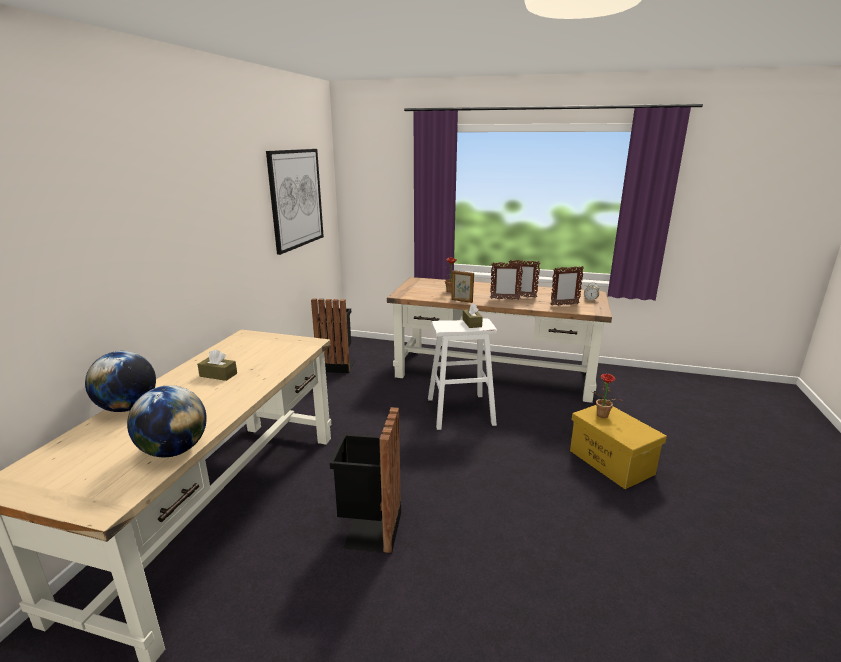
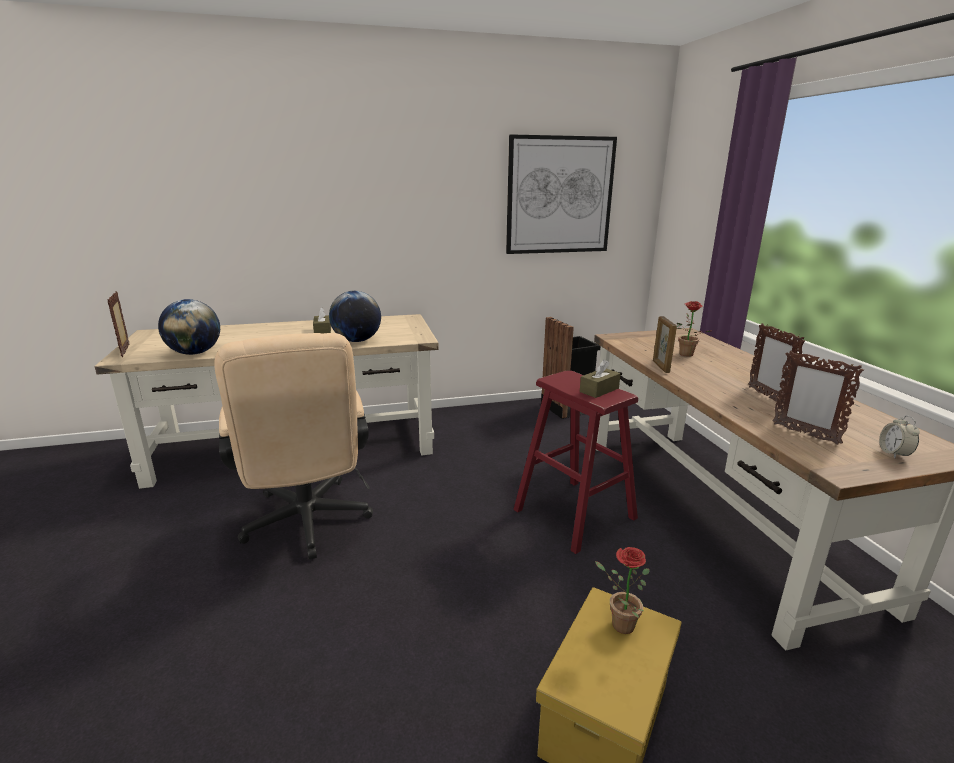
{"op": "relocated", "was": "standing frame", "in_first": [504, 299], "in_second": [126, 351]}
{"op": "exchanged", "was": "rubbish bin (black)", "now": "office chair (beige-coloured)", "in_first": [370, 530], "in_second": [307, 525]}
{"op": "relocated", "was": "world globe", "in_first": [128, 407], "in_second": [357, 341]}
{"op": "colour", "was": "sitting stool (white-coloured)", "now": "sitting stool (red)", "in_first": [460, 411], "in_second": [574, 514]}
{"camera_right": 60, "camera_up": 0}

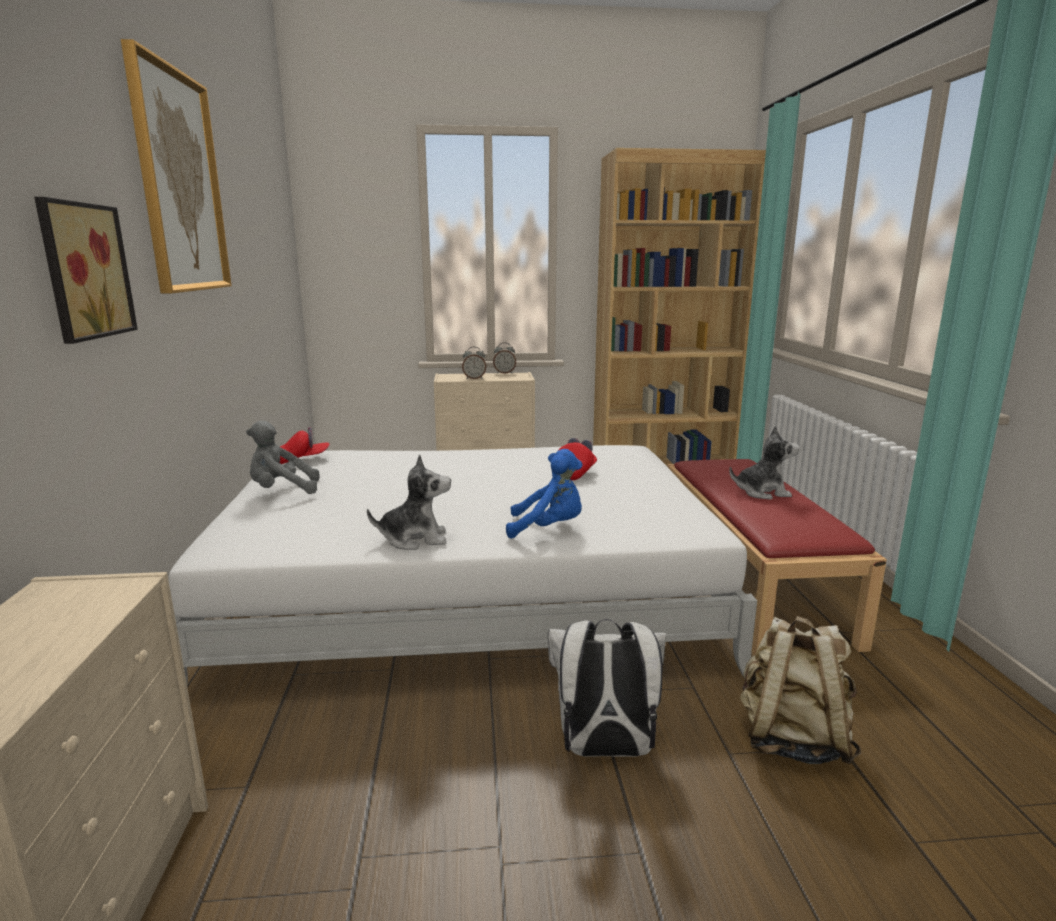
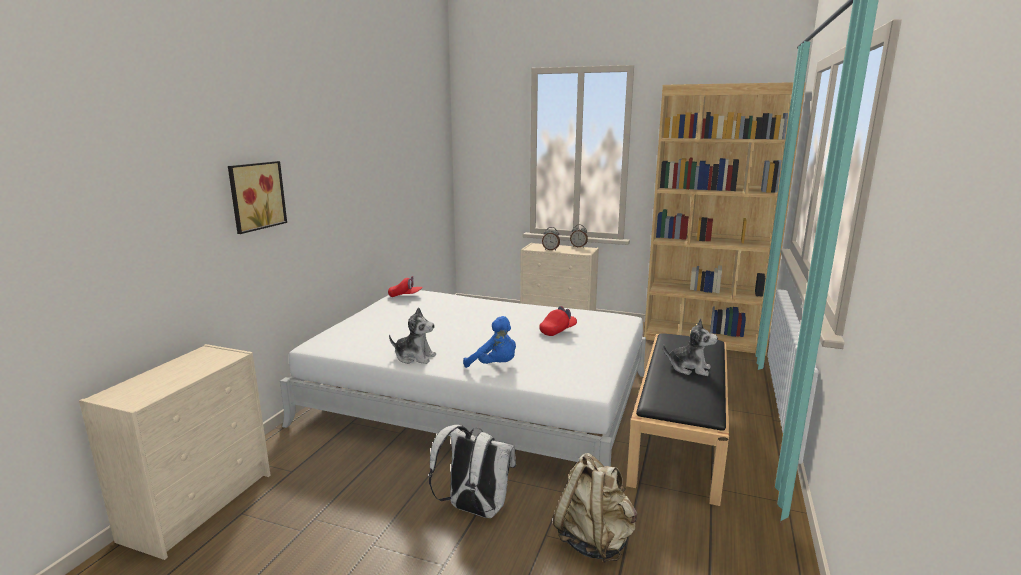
{"op": "colour", "was": "indoor bench (red)", "now": "indoor bench (black)", "in_first": [746, 579], "in_second": [678, 433]}
{"op": "missing", "was": "wall art", "in_first": [179, 183]}
{"op": "missing", "was": "cuddly toy (grey)", "in_first": [282, 491]}
{"camera_right": 25, "camera_up": 0}

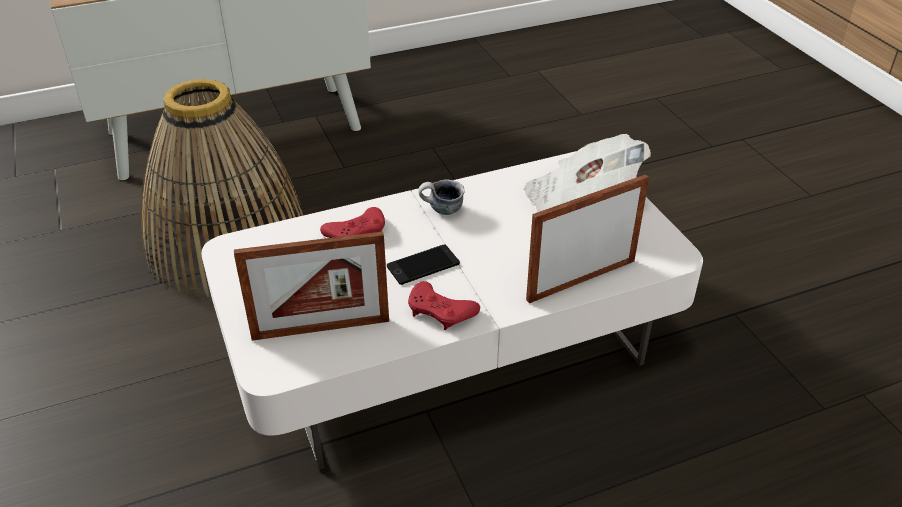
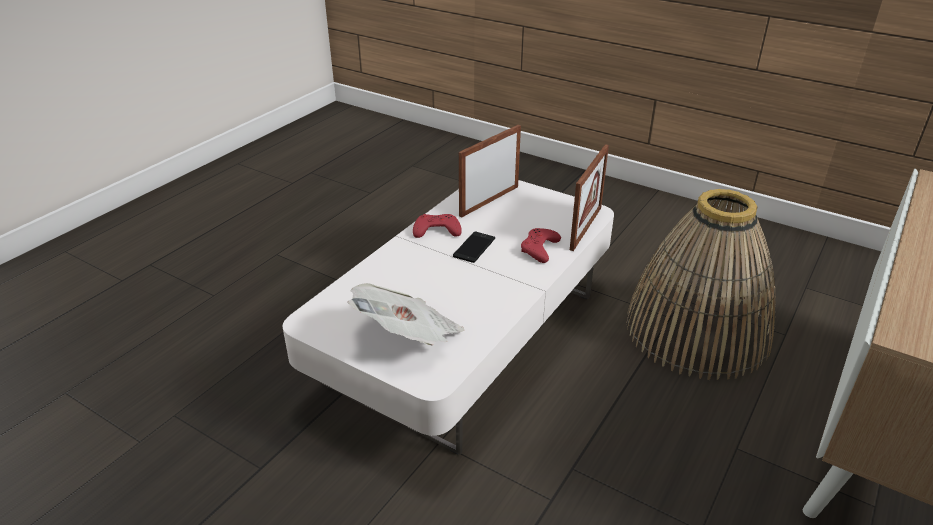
{"op": "relocated", "was": "standing frame", "in_first": [581, 280], "in_second": [586, 228]}
{"op": "missing", "was": "tea mug", "in_first": [441, 211]}
{"camera_right": 145, "camera_up": -5}

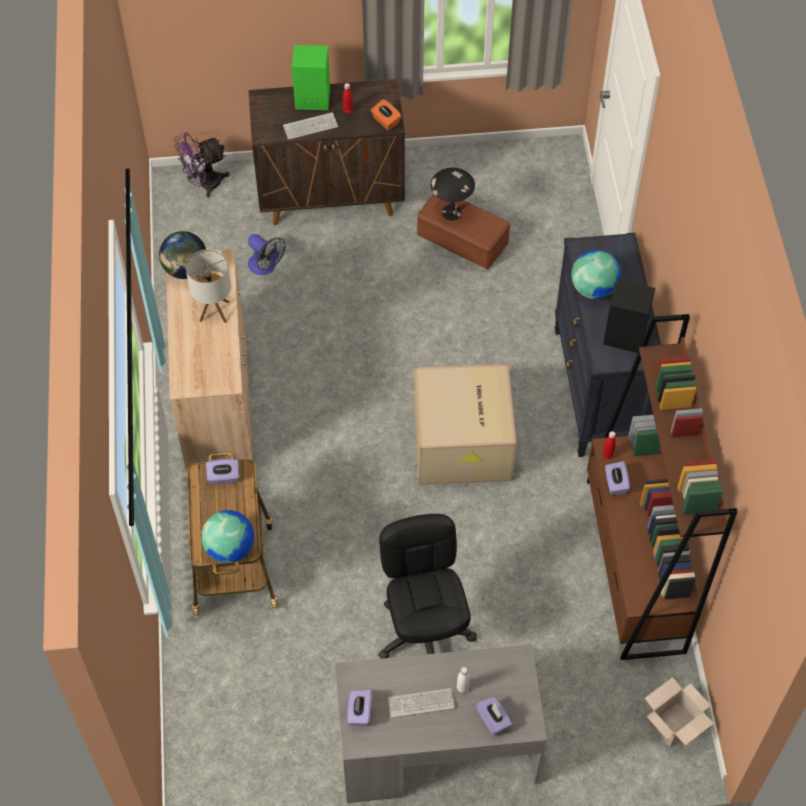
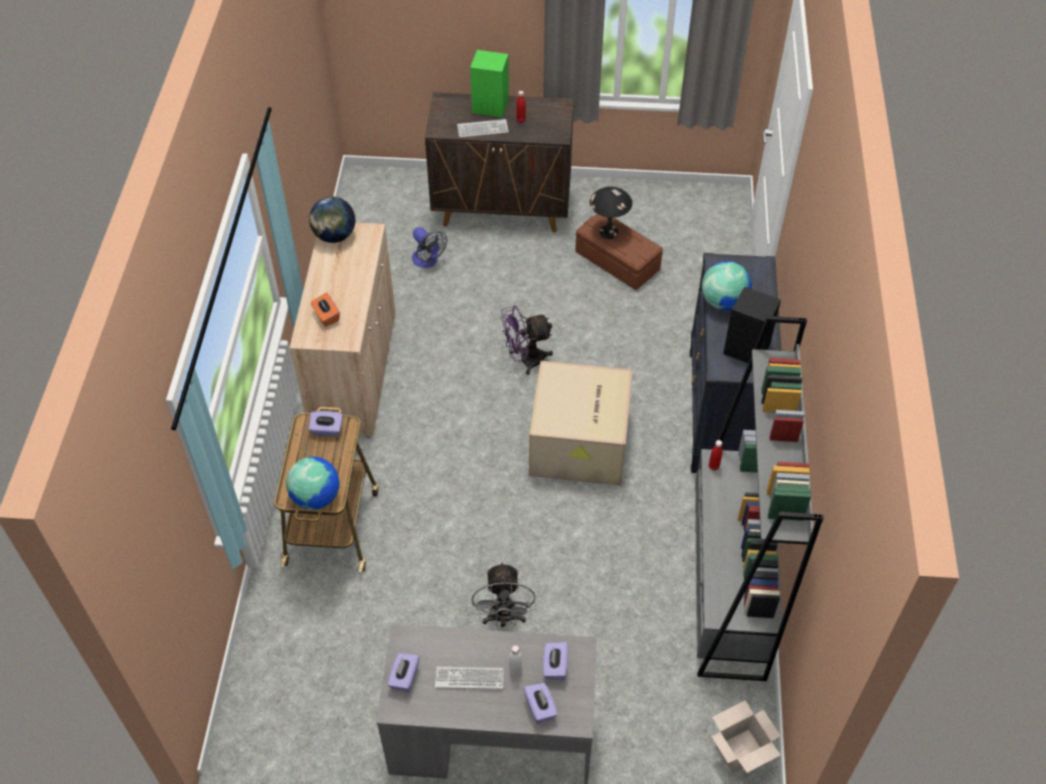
{"op": "relocated", "was": "box of tissues (orangey)", "in_first": [385, 121], "in_second": [326, 316]}
{"op": "exchanged", "was": "office chair (black)", "now": "cooling fan (grey)", "in_first": [424, 633], "in_second": [504, 618]}
{"op": "relocated", "was": "cooling fan (purple-coloured)", "in_first": [204, 184], "in_second": [525, 360]}
{"op": "relocated", "was": "box of tissues (purple-coloured)", "in_first": [615, 484], "in_second": [555, 666]}
{"op": "colour", "was": "bookcase (brown)", "now": "bookcase (grey)", "in_first": [634, 565], "in_second": [728, 584]}
{"op": "missing", "was": "table lamp", "in_first": [214, 311]}
{"camera_right": 10, "camera_up": -5}

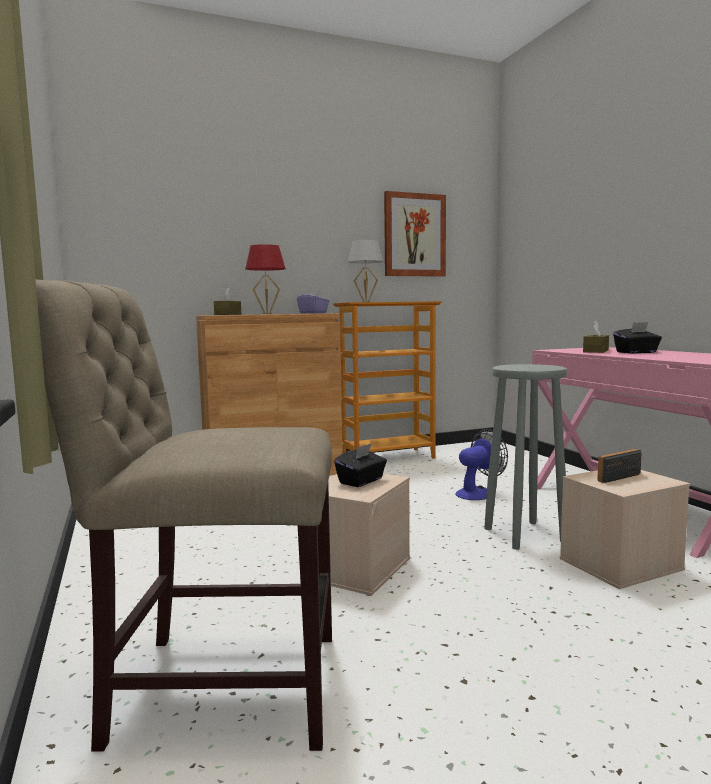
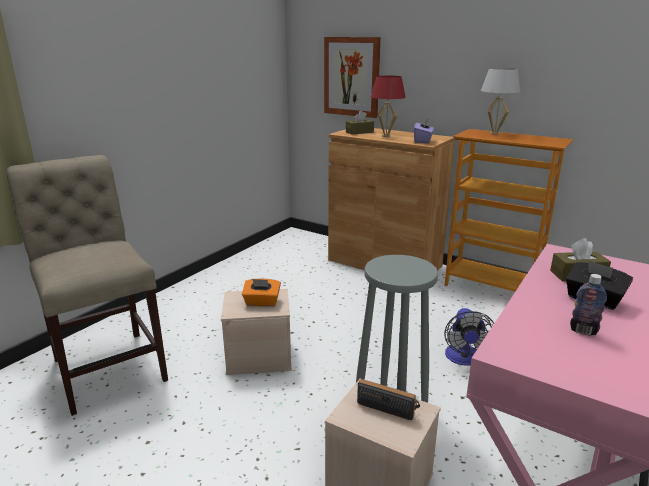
{"op": "colour", "was": "box of tissues (black)", "now": "box of tissues (orangey)", "in_first": [361, 481], "in_second": [262, 302]}
{"op": "relocated", "was": "wall art", "in_first": [414, 235], "in_second": [351, 77]}
{"op": "spun", "was": "cooling fan", "in_first": [478, 493], "in_second": [463, 359], "clockwise": 75}
{"op": "appeared", "now": "drink bottle", "in_second": [583, 331]}
{"camera_right": 55, "camera_up": 15}

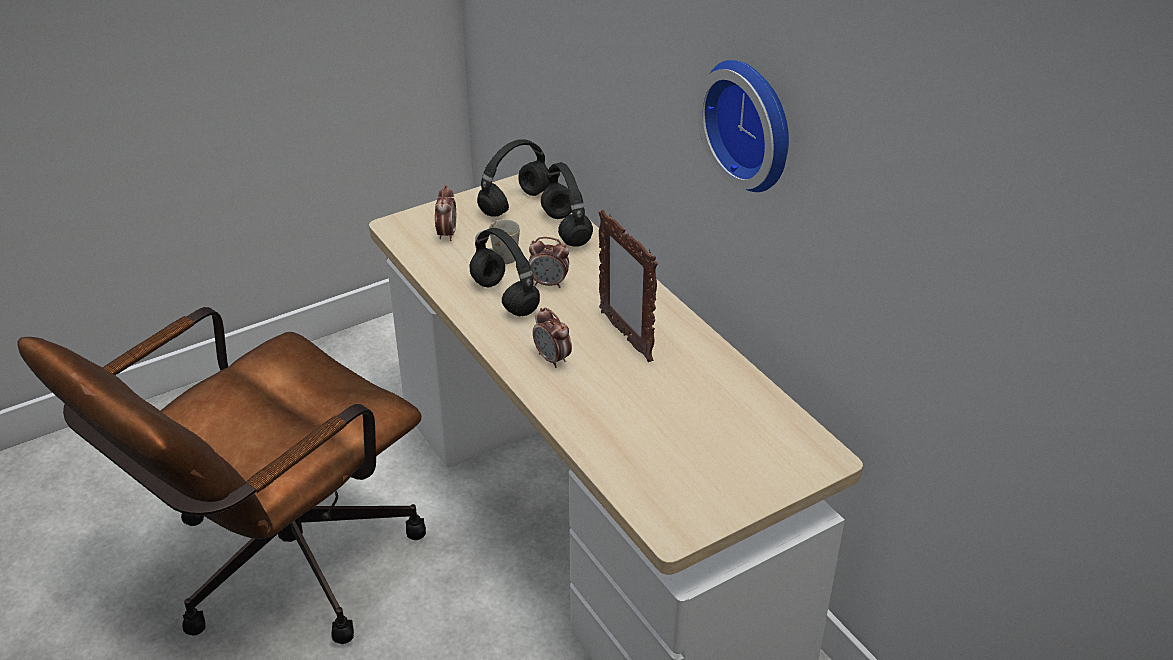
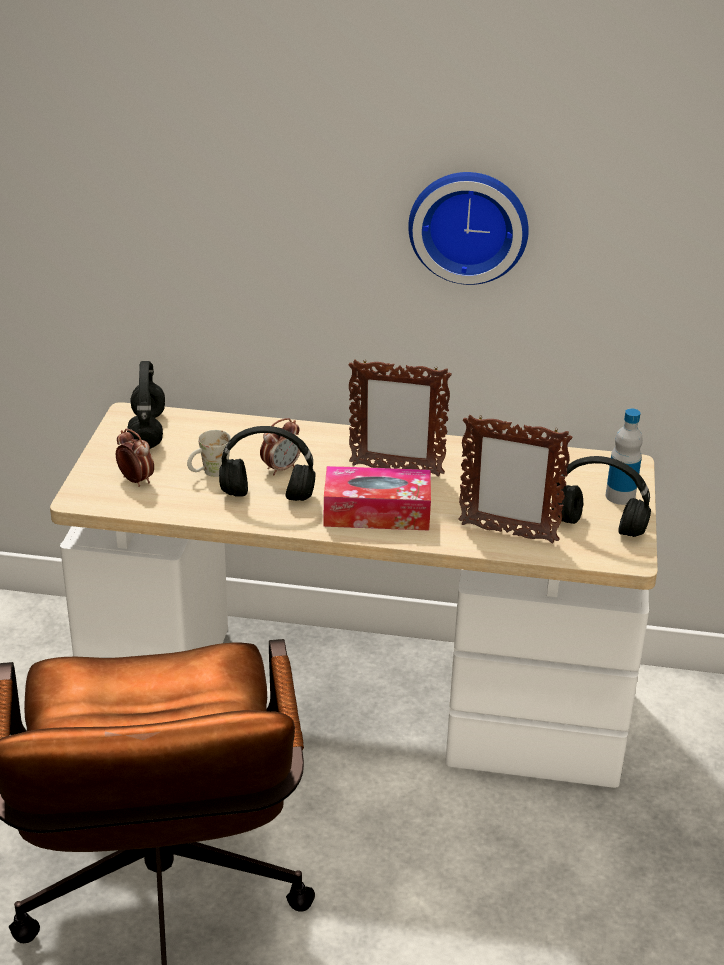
{"op": "exchanged", "was": "bedside clock", "now": "box of tissues", "in_first": [552, 359], "in_second": [377, 512]}
{"op": "appeared", "now": "standing frame", "in_second": [507, 533]}
{"op": "relocated", "was": "headphones (black)", "in_first": [567, 230], "in_second": [600, 526]}
{"op": "appeared", "now": "drink bottle", "in_second": [620, 496]}
{"camera_right": -50, "camera_up": -5}

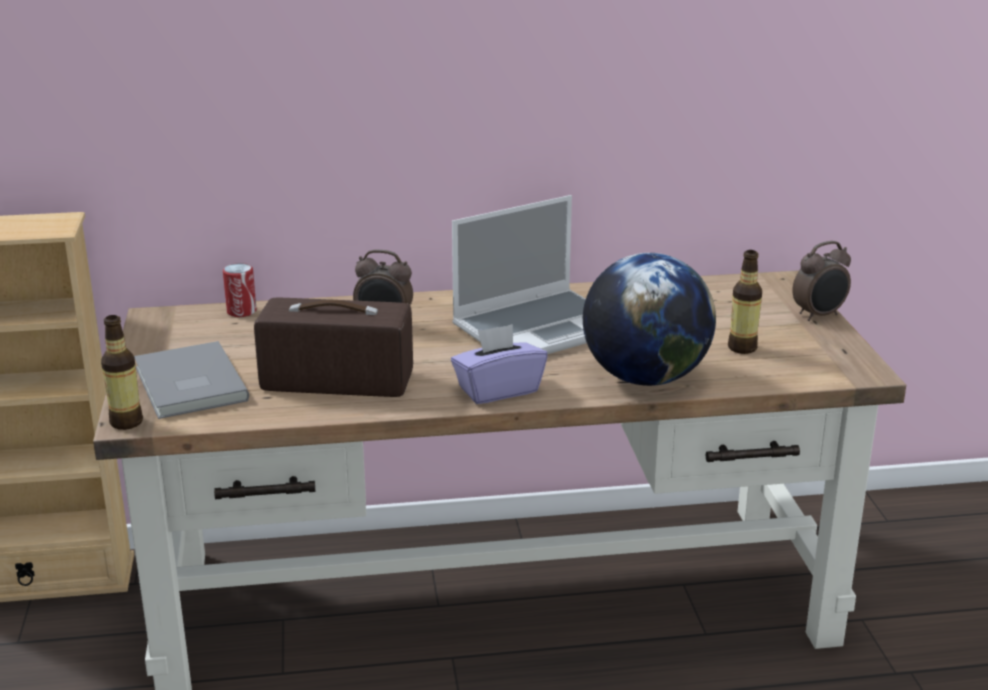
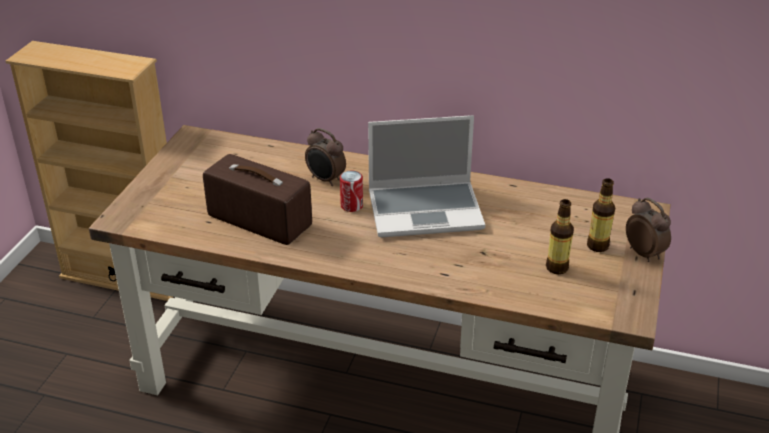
{"op": "relocated", "was": "metal can", "in_first": [241, 311], "in_second": [351, 206]}
{"op": "relocated", "was": "drink bottle", "in_first": [126, 422], "in_second": [597, 246]}
{"op": "spun", "was": "bedside clock", "in_first": [819, 316], "in_second": [644, 253], "clockwise": -120}
{"op": "missing", "was": "book (grey)", "in_first": [187, 385]}
{"op": "missing", "was": "box of tissues (purple-coloured)", "in_first": [498, 390]}
{"op": "missing", "was": "world globe", "in_first": [645, 378]}
{"camera_right": 25, "camera_up": 10}

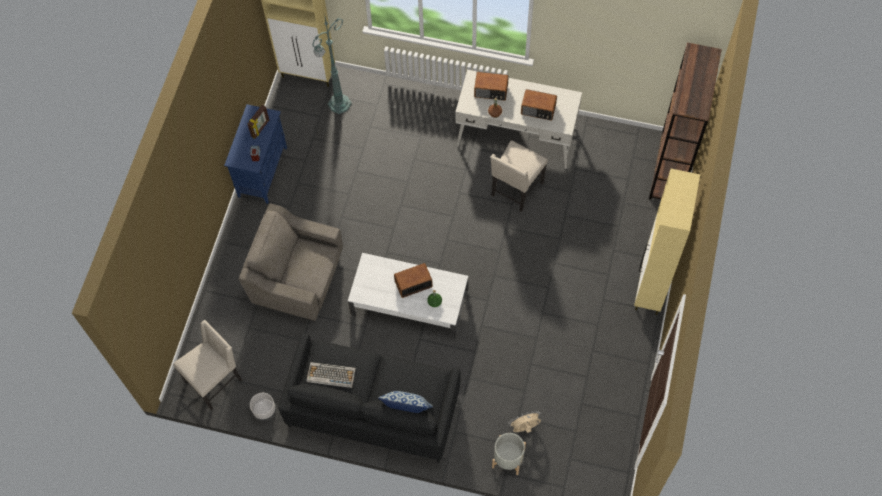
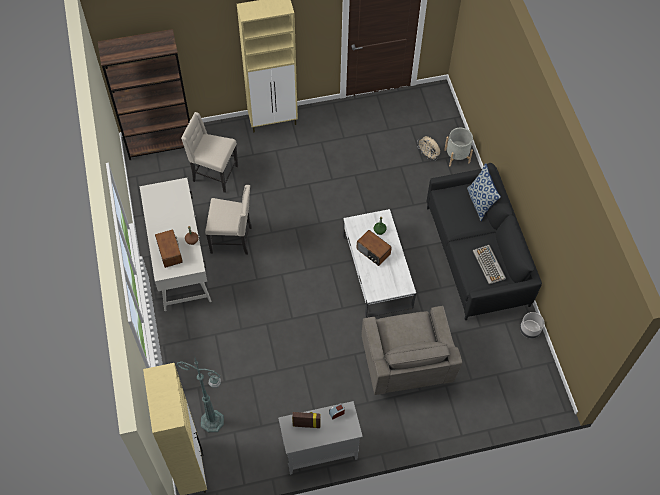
{"op": "relocated", "was": "chair (beige-coloured)", "in_first": [215, 380], "in_second": [214, 174]}
{"op": "colour", "was": "cupboard (blue-coloured)", "now": "cupboard (grey)", "in_first": [263, 171], "in_second": [319, 451]}
{"op": "missing", "was": "radio", "in_first": [538, 110]}
{"camera_right": -120, "camera_up": -5}

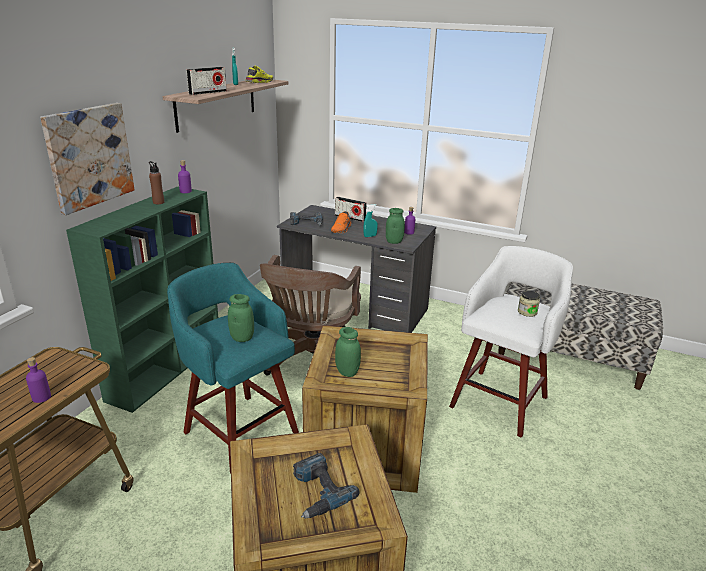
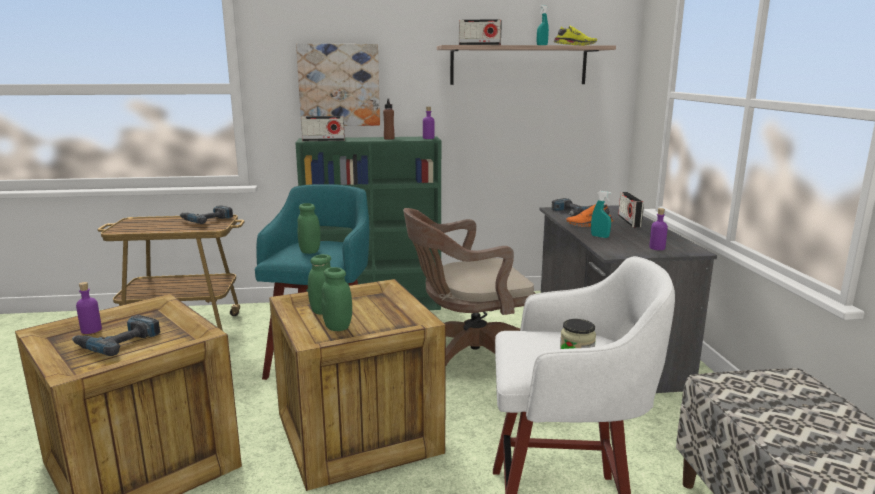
{"op": "relocated", "was": "drink bottle (purple-coloured)", "in_first": [41, 397], "in_second": [91, 330]}
{"op": "appeared", "now": "drill", "in_second": [207, 219]}
{"op": "appeared", "now": "radio", "in_second": [323, 140]}
{"op": "relocated", "was": "preserve jar (green)", "in_first": [394, 242], "in_second": [337, 327]}
{"camera_right": 60, "camera_up": -10}

